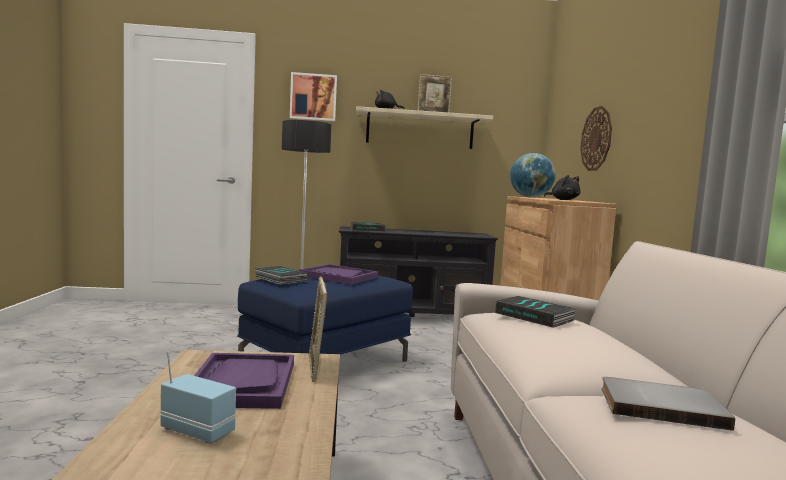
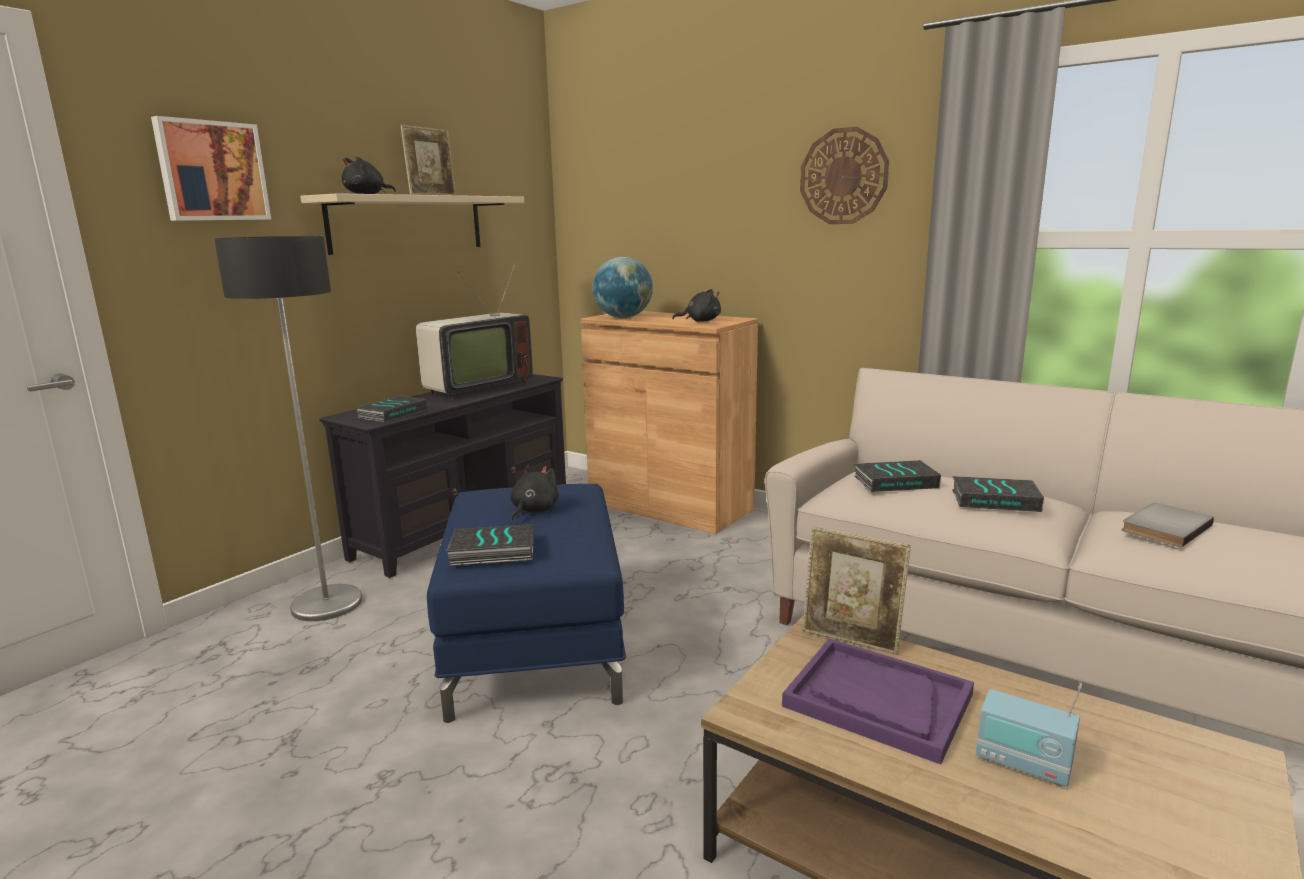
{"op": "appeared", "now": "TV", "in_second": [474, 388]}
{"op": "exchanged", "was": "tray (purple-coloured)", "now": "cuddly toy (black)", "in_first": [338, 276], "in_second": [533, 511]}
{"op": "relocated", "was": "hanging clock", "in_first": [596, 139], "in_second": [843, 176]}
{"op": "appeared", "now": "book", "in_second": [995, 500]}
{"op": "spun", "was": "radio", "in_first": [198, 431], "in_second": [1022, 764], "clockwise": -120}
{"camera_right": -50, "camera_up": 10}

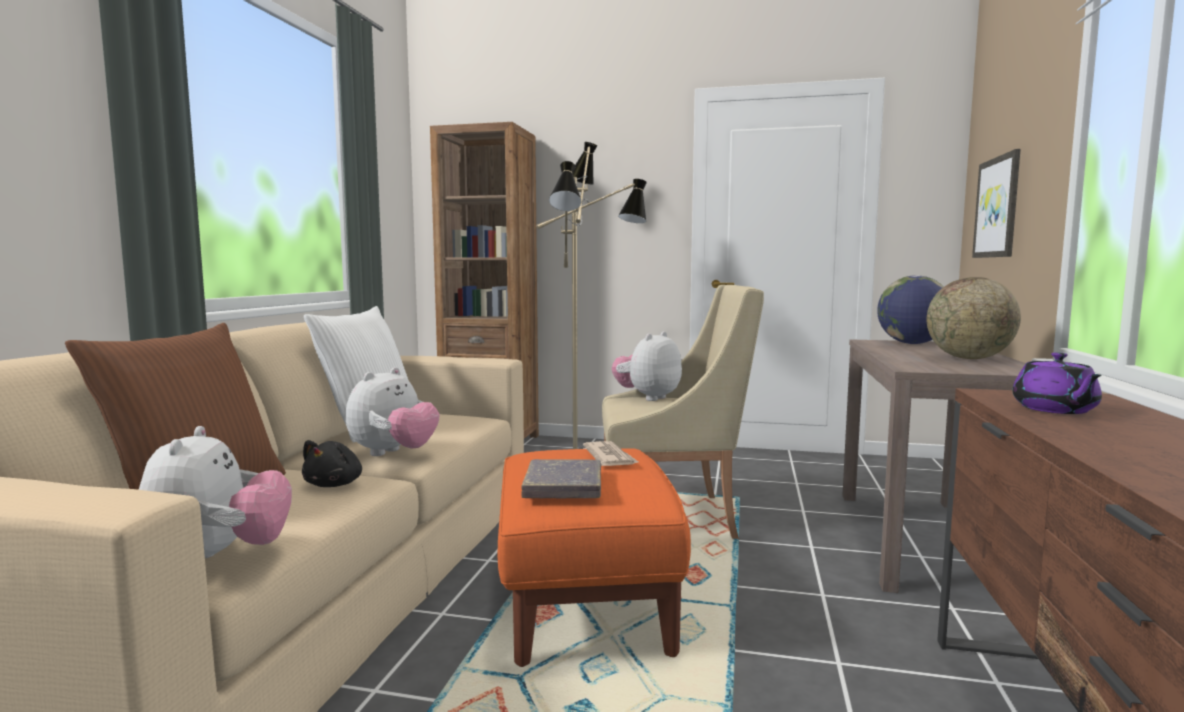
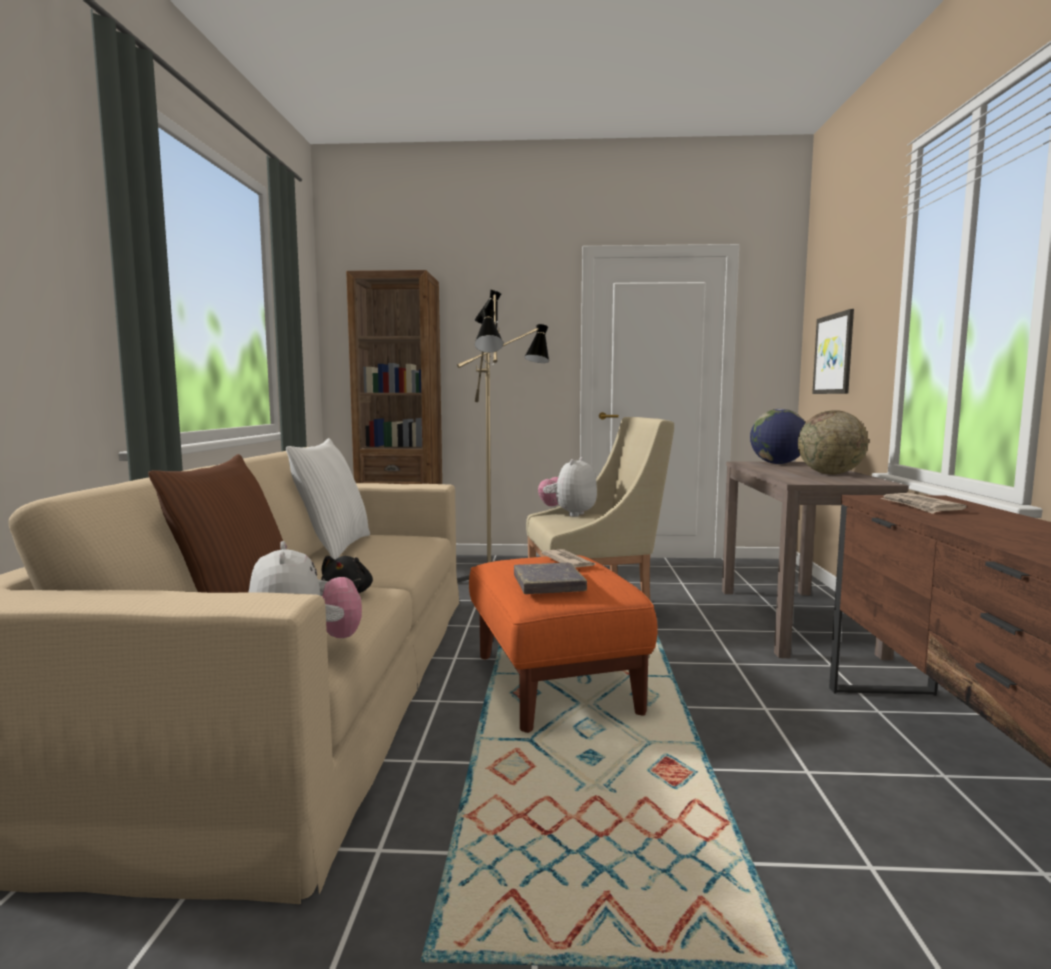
{"op": "exchanged", "was": "teapot (purple-coloured)", "now": "daily paper", "in_first": [1055, 410], "in_second": [920, 506]}
{"op": "missing", "was": "cuddly toy", "in_first": [393, 453]}
{"camera_right": -10, "camera_up": 0}

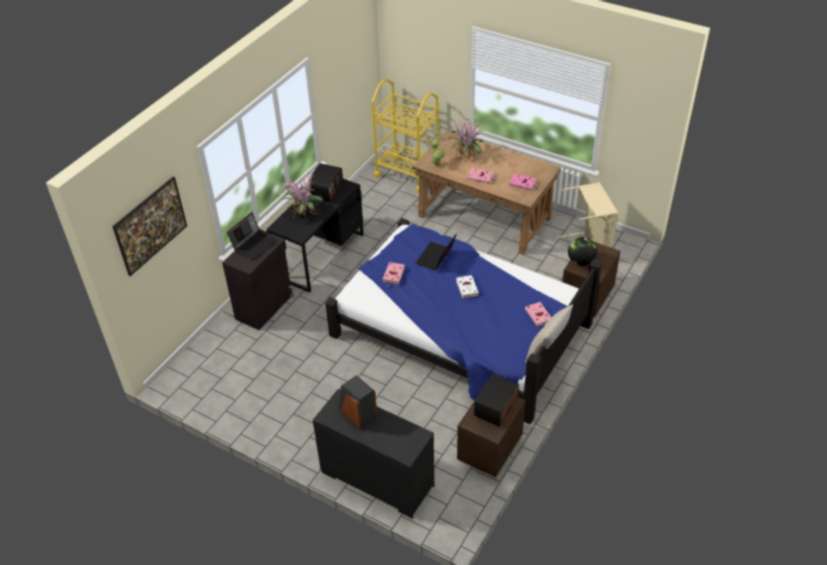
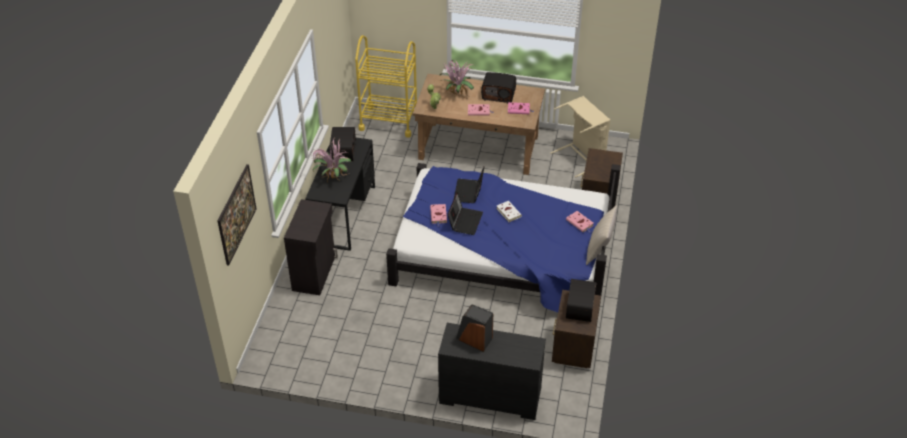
{"op": "relocated", "was": "portable computer", "in_first": [254, 244], "in_second": [465, 221]}
{"op": "appeared", "now": "radio", "in_second": [499, 95]}
{"op": "missing", "was": "world globe", "in_first": [580, 261]}
{"camera_right": -20, "camera_up": 0}

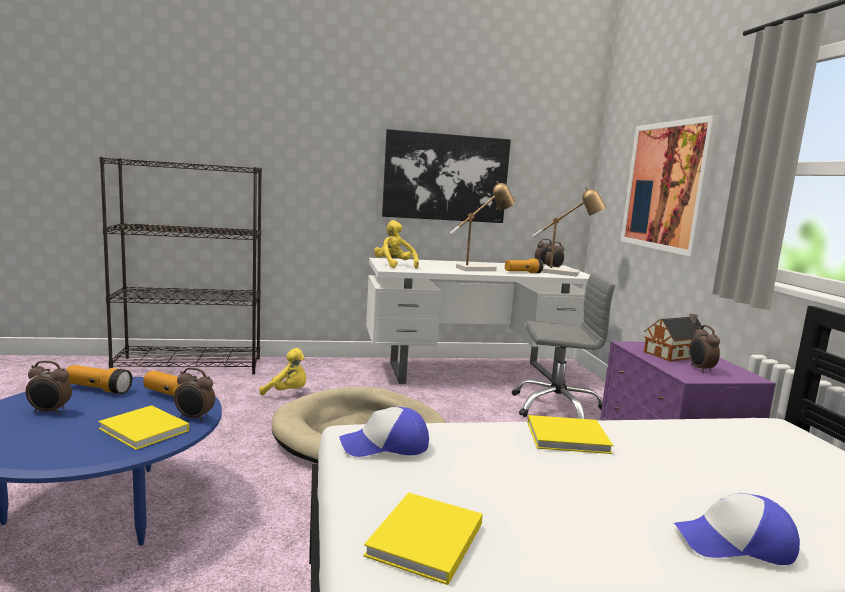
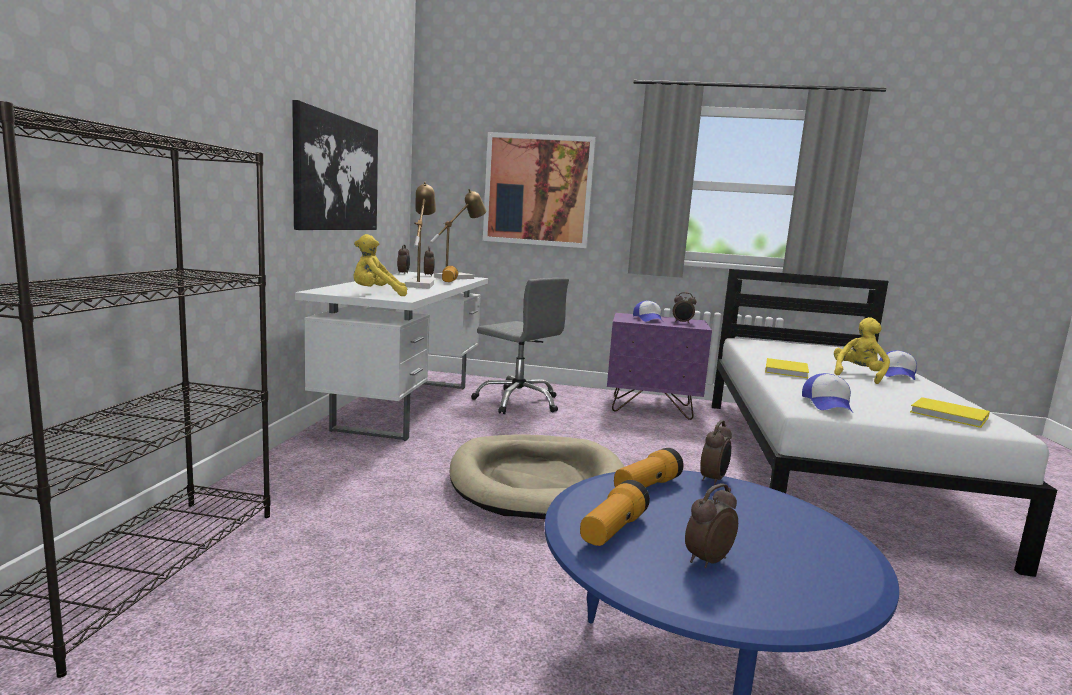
{"op": "spun", "was": "office chair (grey)", "in_first": [556, 407], "in_second": [518, 401], "clockwise": 105}
{"op": "exchanged", "was": "toy house", "now": "peaked cap", "in_first": [674, 354], "in_second": [648, 319]}
{"op": "spun", "was": "bedside clock", "in_first": [50, 411], "in_second": [706, 560], "clockwise": -150}
{"op": "relocated", "was": "cuddly toy (yellow-coloured)", "in_first": [287, 393], "in_second": [858, 375]}
{"op": "missing", "was": "book (yellow-coloured)", "in_first": [145, 430]}
{"camera_right": -70, "camera_up": 0}

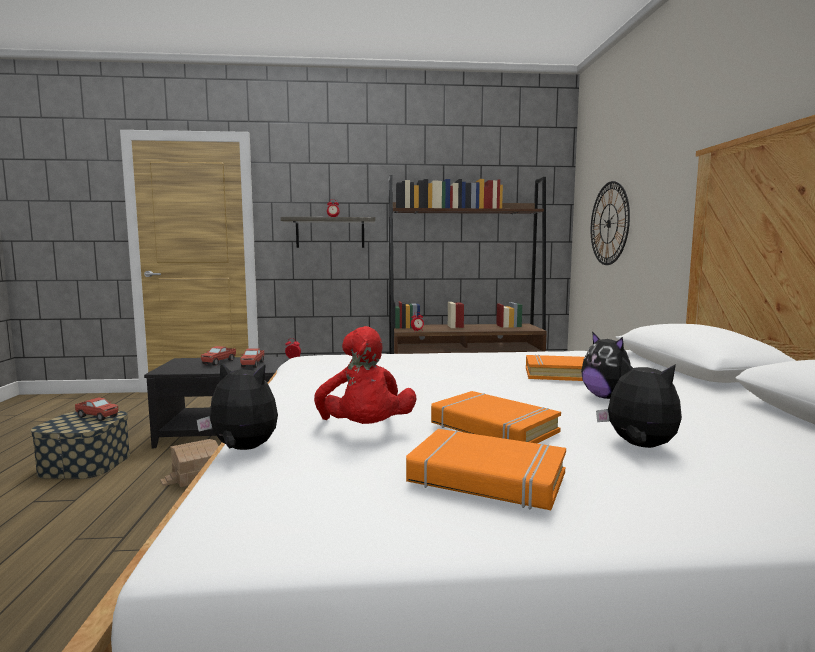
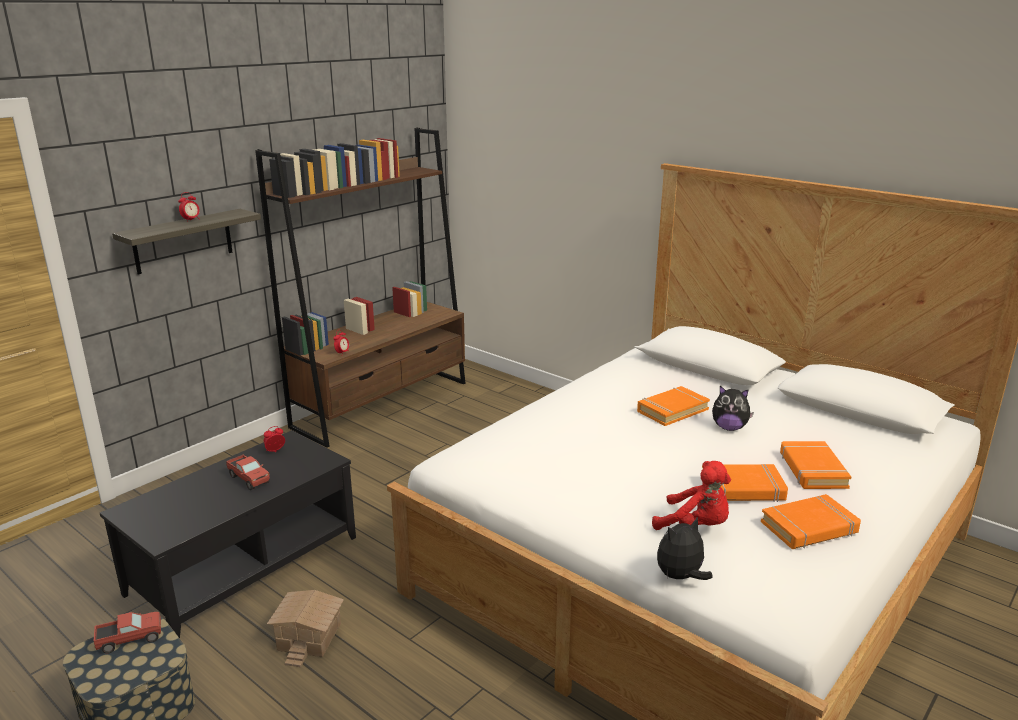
{"op": "exchanged", "was": "cuddly toy", "now": "book (orangey)", "in_first": [639, 446], "in_second": [812, 470]}
{"op": "missing", "was": "model truck", "in_first": [219, 362]}
{"op": "missing", "was": "hanging clock", "in_first": [609, 223]}
{"camera_right": -45, "camera_up": 15}

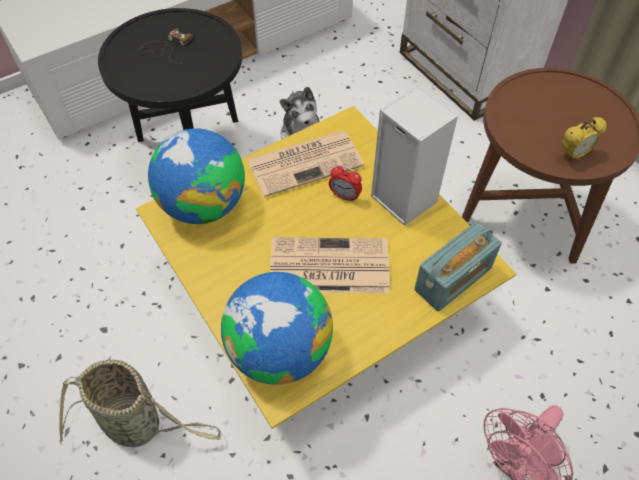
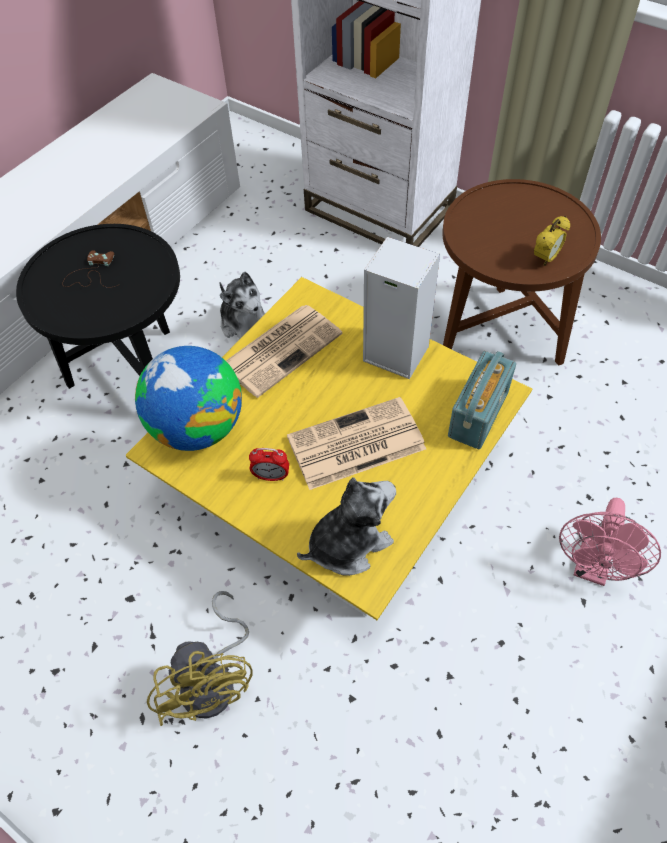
{"op": "exchanged", "was": "basket", "now": "cooling fan (yellow-coloured)", "in_first": [137, 424], "in_second": [215, 679]}
{"op": "relocated", "was": "bedside clock", "in_first": [344, 196], "in_second": [271, 476]}
{"op": "exchanged", "was": "world globe", "now": "cuddly toy", "in_first": [279, 350], "in_second": [348, 543]}
{"camera_right": -20, "camera_up": 0}

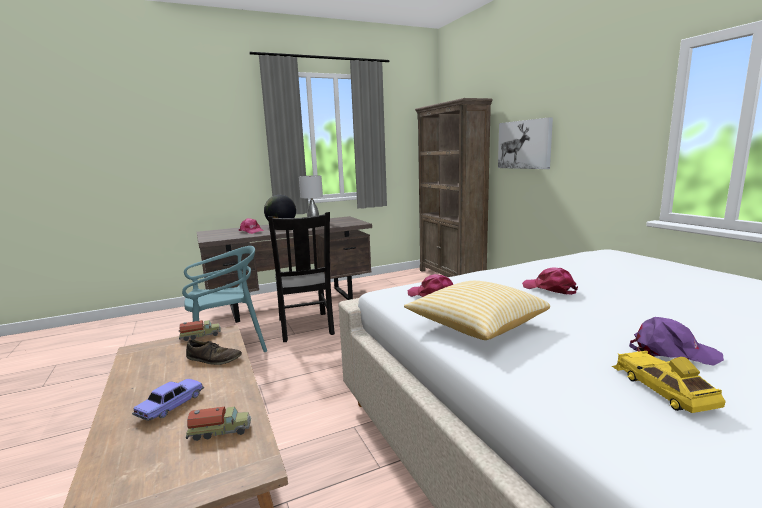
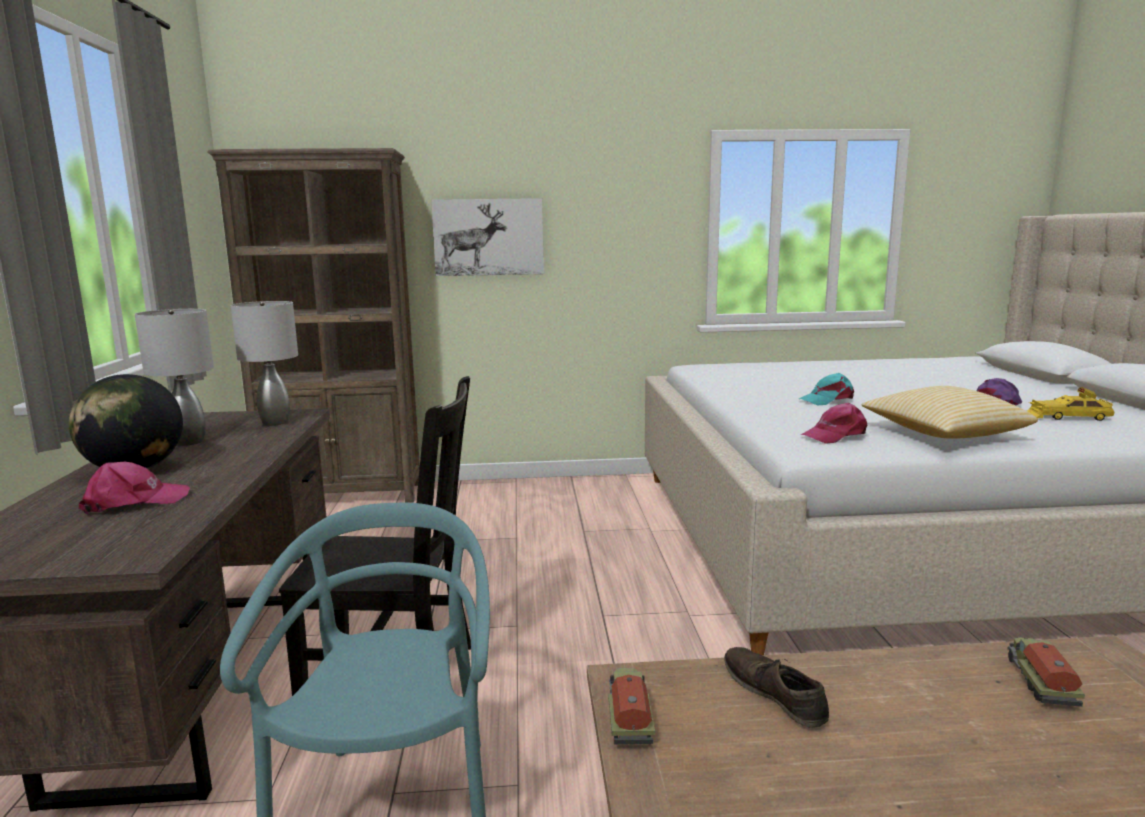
{"op": "appeared", "now": "table lamp (grey)", "in_second": [276, 422]}
{"op": "spun", "was": "shoe (brown)", "in_first": [214, 359], "in_second": [774, 693], "clockwise": -60}
{"op": "colour", "was": "peaked cap (pinkish)", "now": "peaked cap (turquoise-coloured)", "in_first": [550, 289], "in_second": [827, 400]}
{"op": "missing", "was": "model car", "in_first": [171, 406]}
{"camera_right": -70, "camera_up": 0}

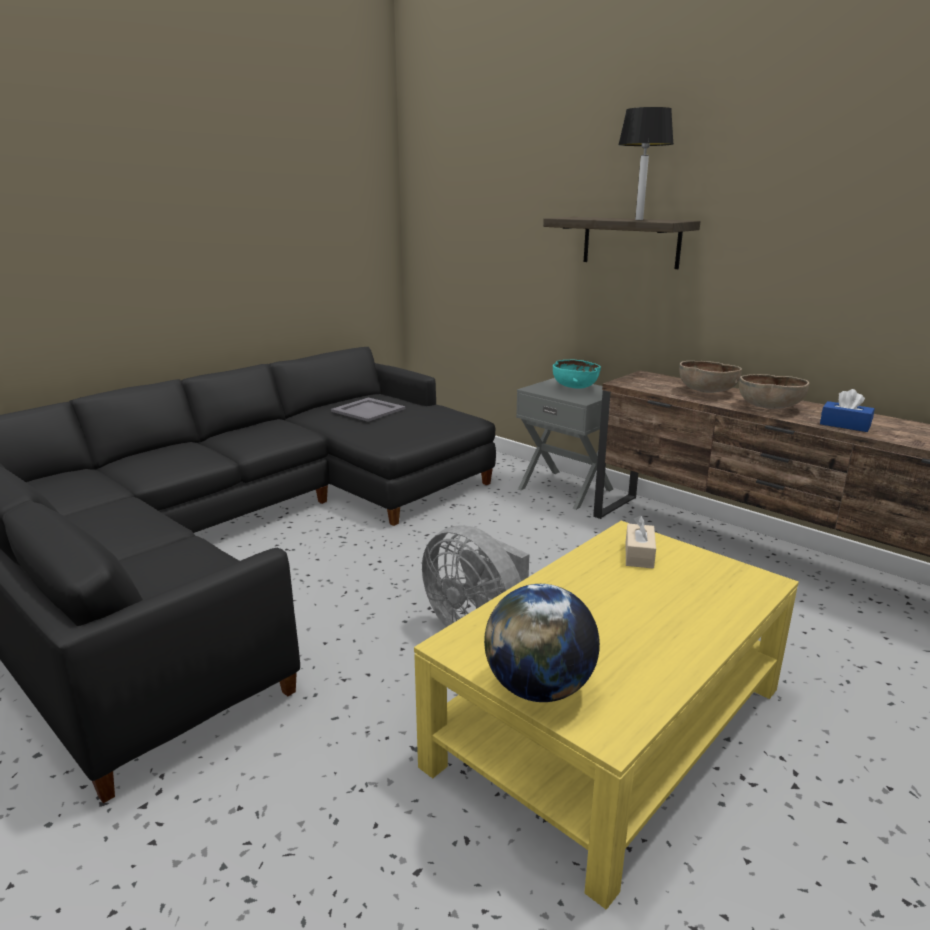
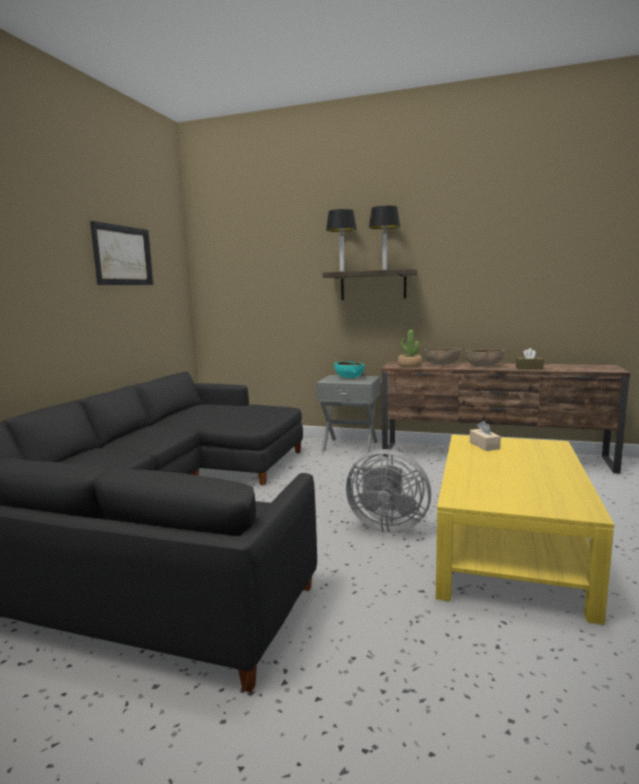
{"op": "appeared", "now": "wall art", "in_second": [123, 255]}
{"op": "appeared", "now": "table lamp", "in_second": [341, 271]}
{"op": "appeared", "now": "houseplant", "in_second": [409, 366]}
{"op": "colour", "was": "box of tissues (blue-coloured)", "now": "box of tissues (brown)", "in_first": [845, 425], "in_second": [529, 368]}
{"op": "missing", "was": "tray (grey)", "in_first": [369, 410]}
{"op": "missing", "was": "world globe", "in_first": [539, 688]}
{"camera_right": -25, "camera_up": -10}

